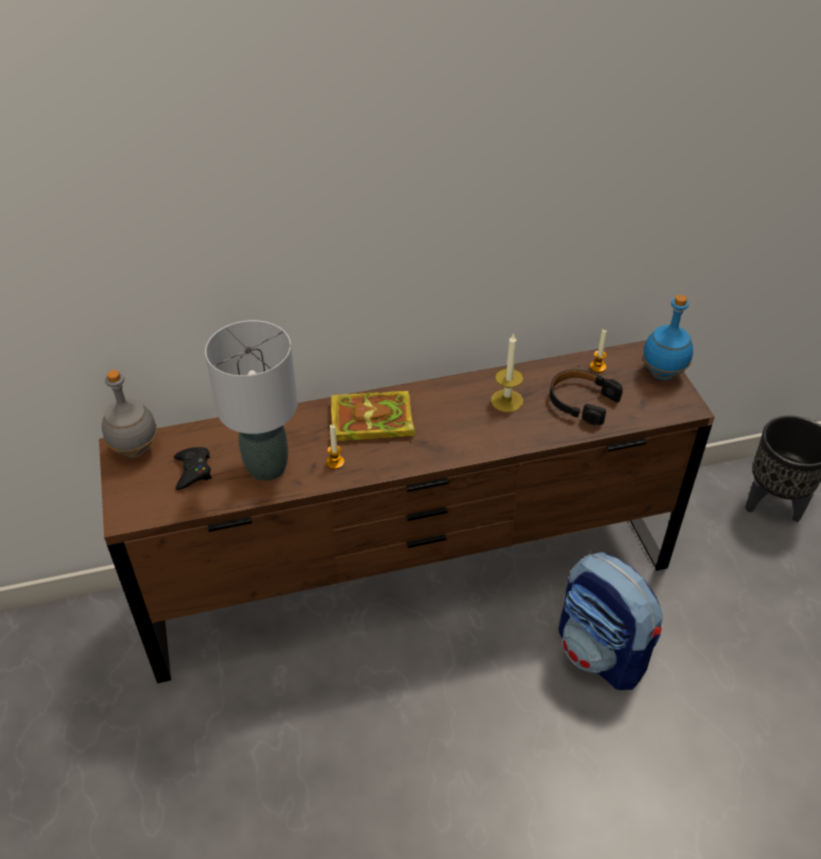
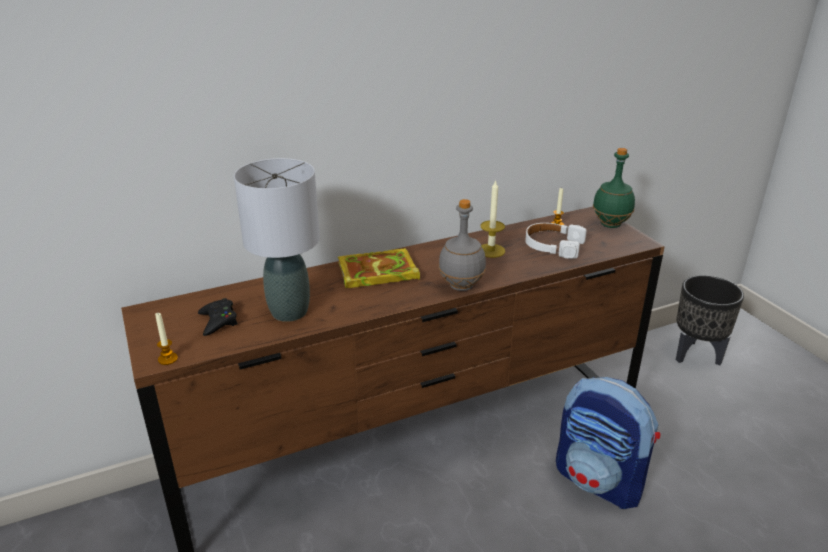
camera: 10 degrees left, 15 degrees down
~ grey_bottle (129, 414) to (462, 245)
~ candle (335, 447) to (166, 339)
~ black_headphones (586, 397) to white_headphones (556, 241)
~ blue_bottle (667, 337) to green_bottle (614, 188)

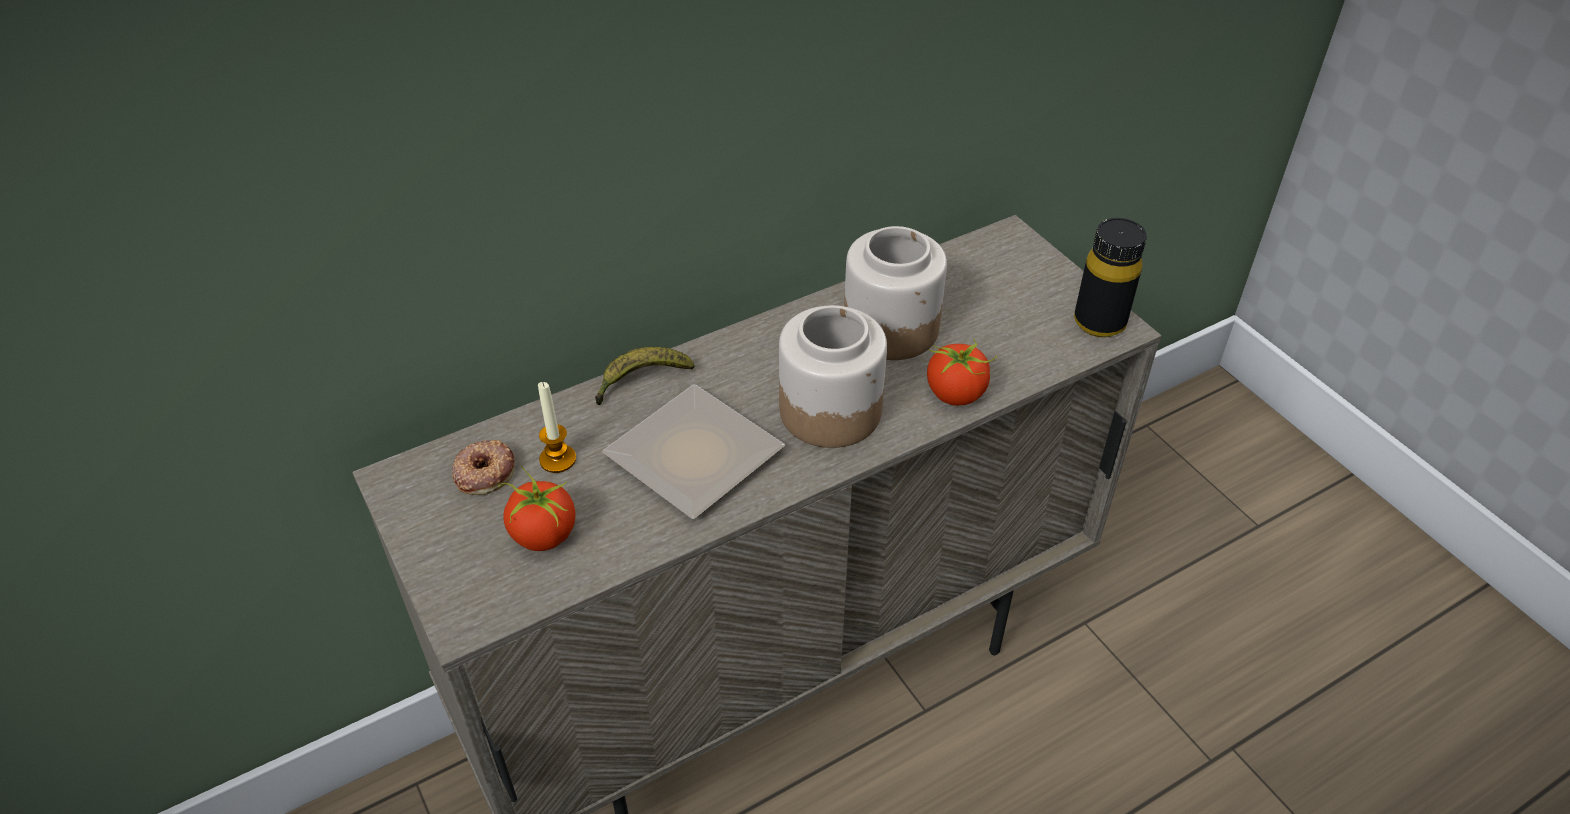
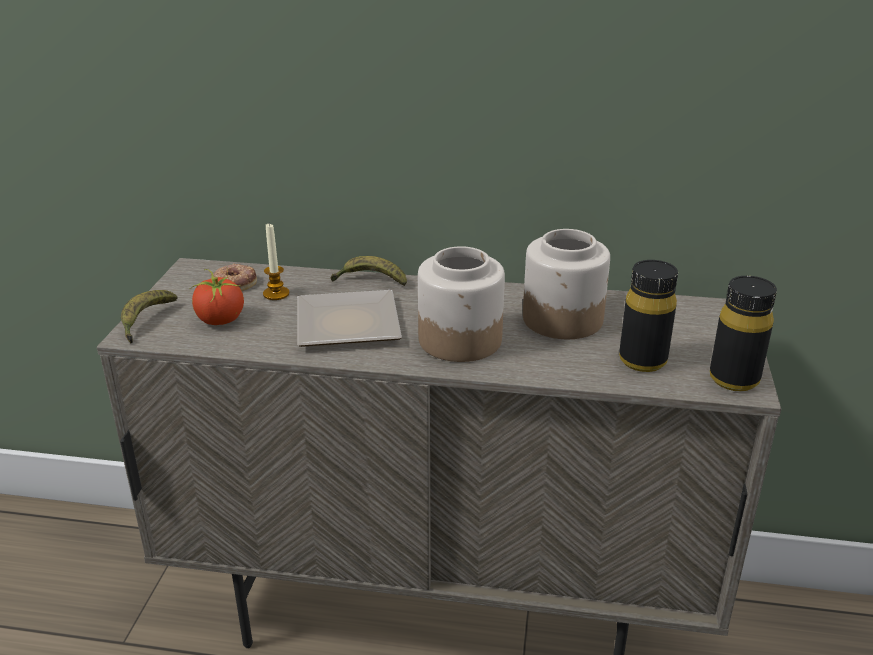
camera: 40 degrees right, 15 degrees down
- tomato (962, 372)
+ banana (149, 316)
+ black_bottle (648, 316)

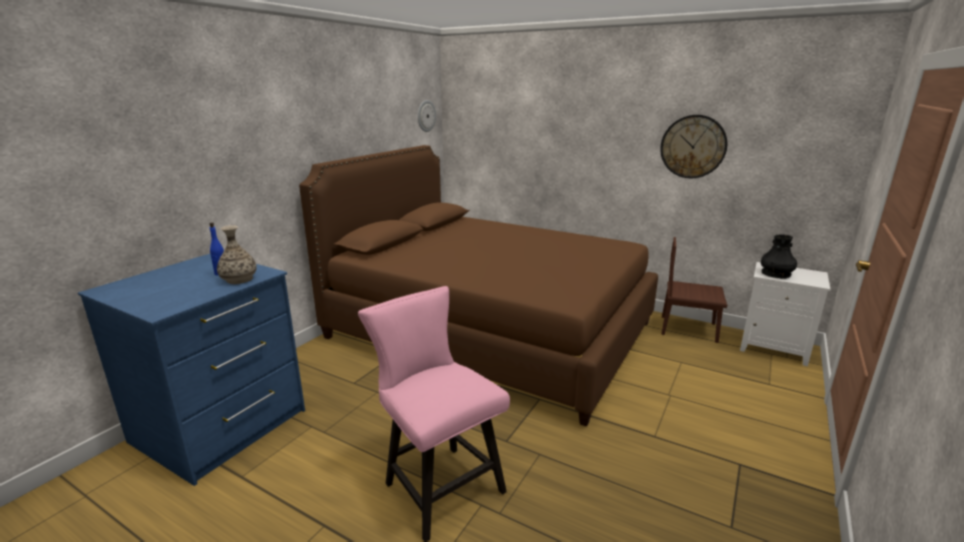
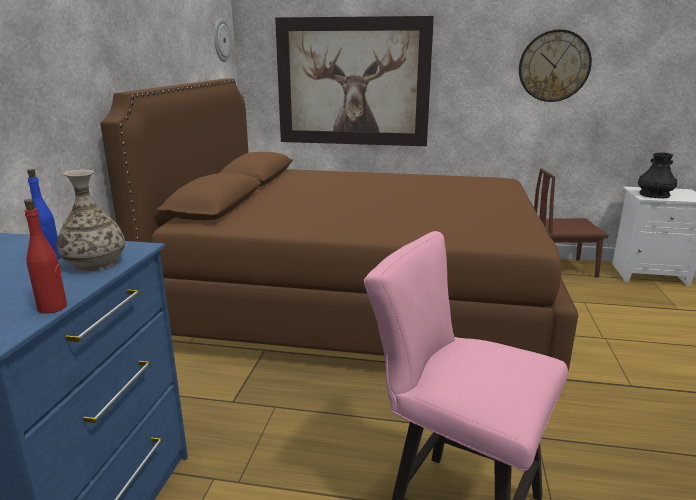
camera: 20 degrees left, 0 degrees up
+ red_bottle (45, 256)
+ picture (354, 81)

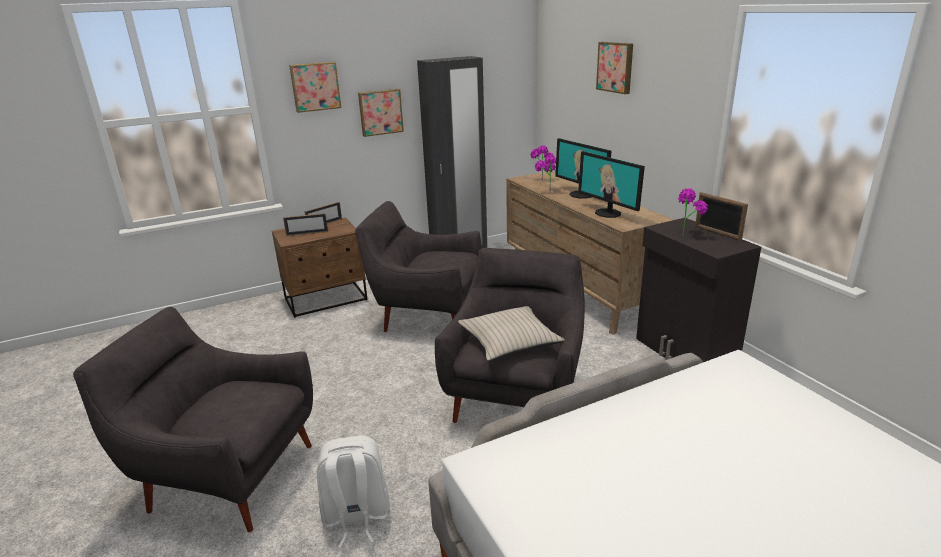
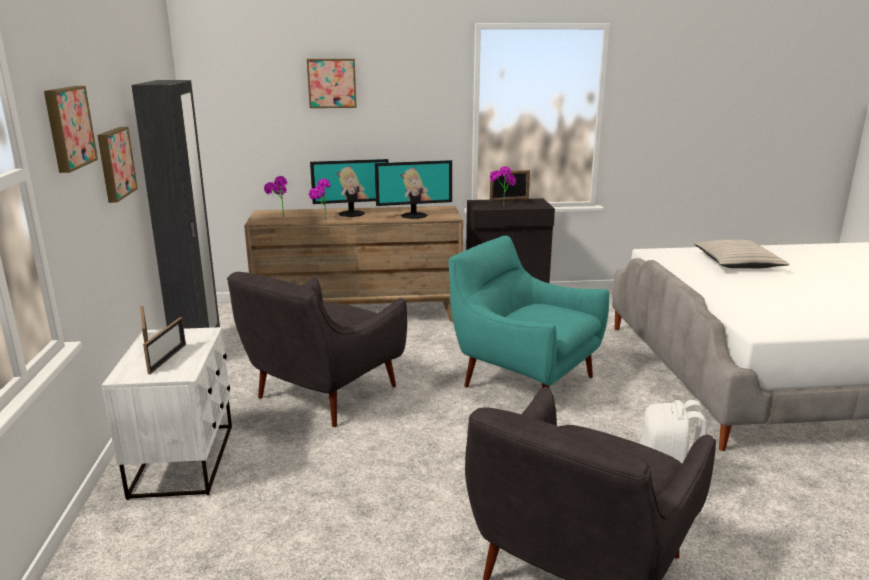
camera: 70 degrees left, 5 degrees down
~ beige_pillow (511, 333) to (742, 254)
~ brown_nightstand (319, 267) to white_nightstand (167, 413)
~ grey_armchair (510, 335) to turquoise_armchair (528, 312)

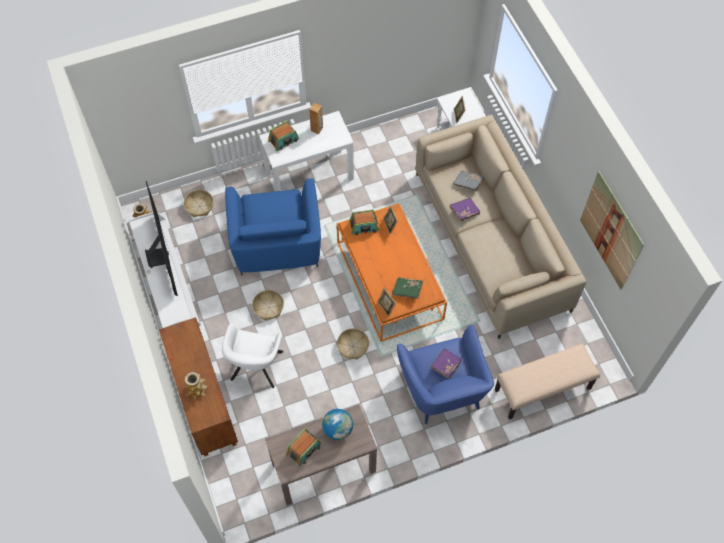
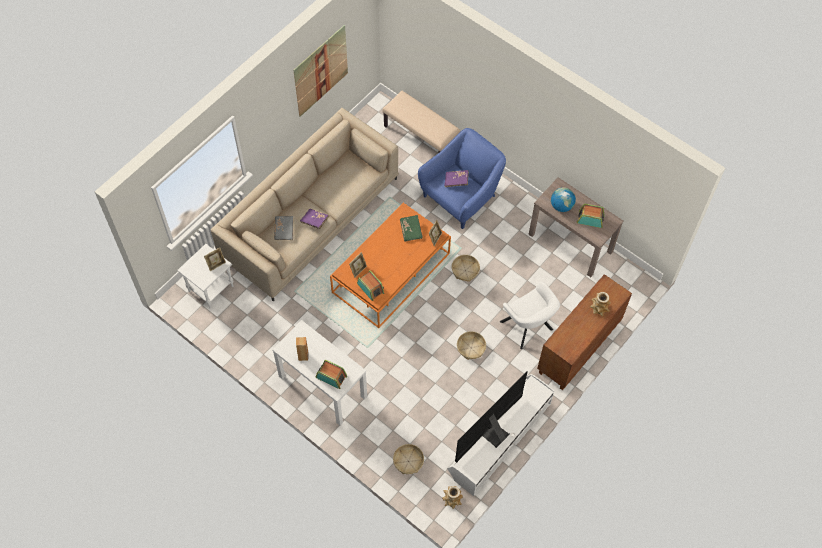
camera: 120 degrees left, 0 degrees up
- blue_armchair (273, 226)
~ white_armchair (252, 356) = (530, 315) 75 degrees clockwise

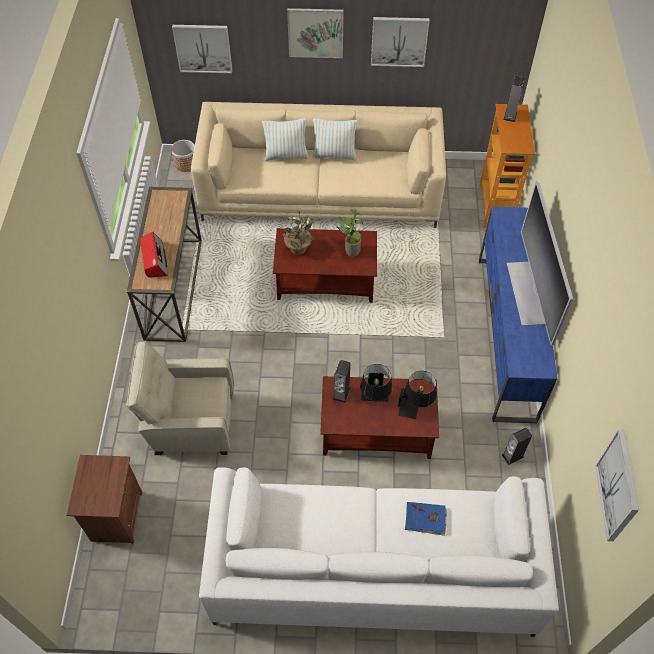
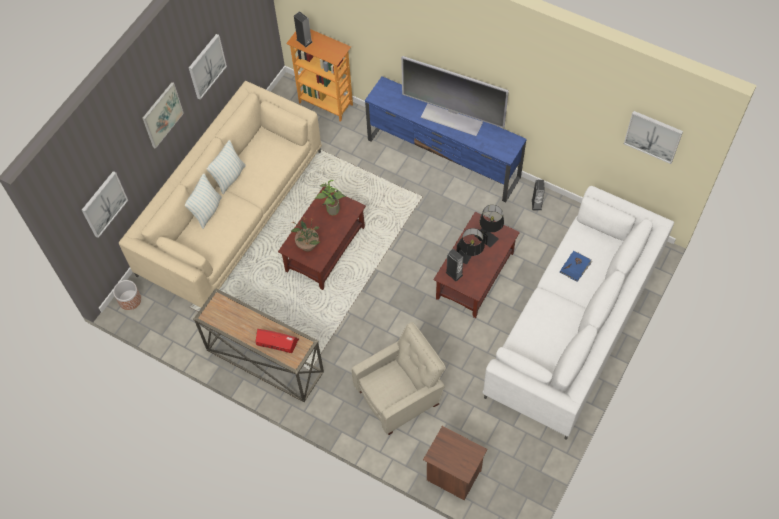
camera: 60 degrees left, 5 degrees up
~ beige_armchair (180, 398) = (399, 378) 150 degrees counterclockwise

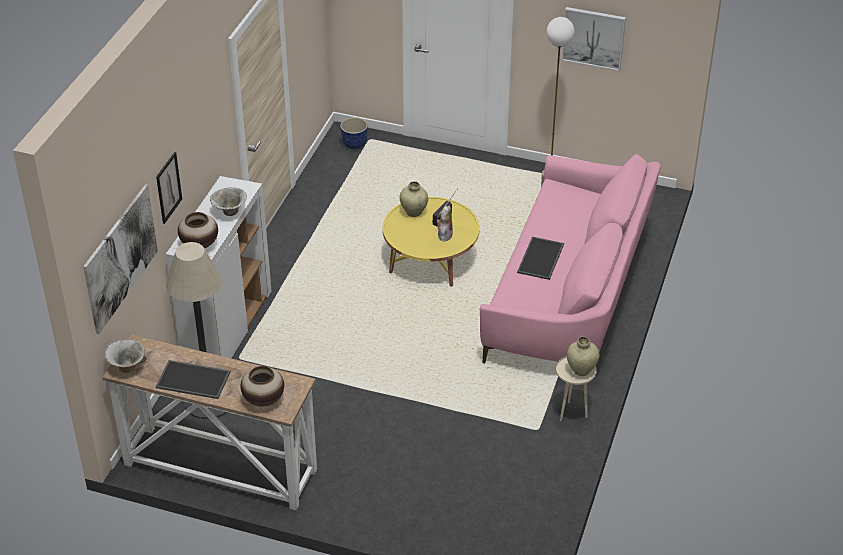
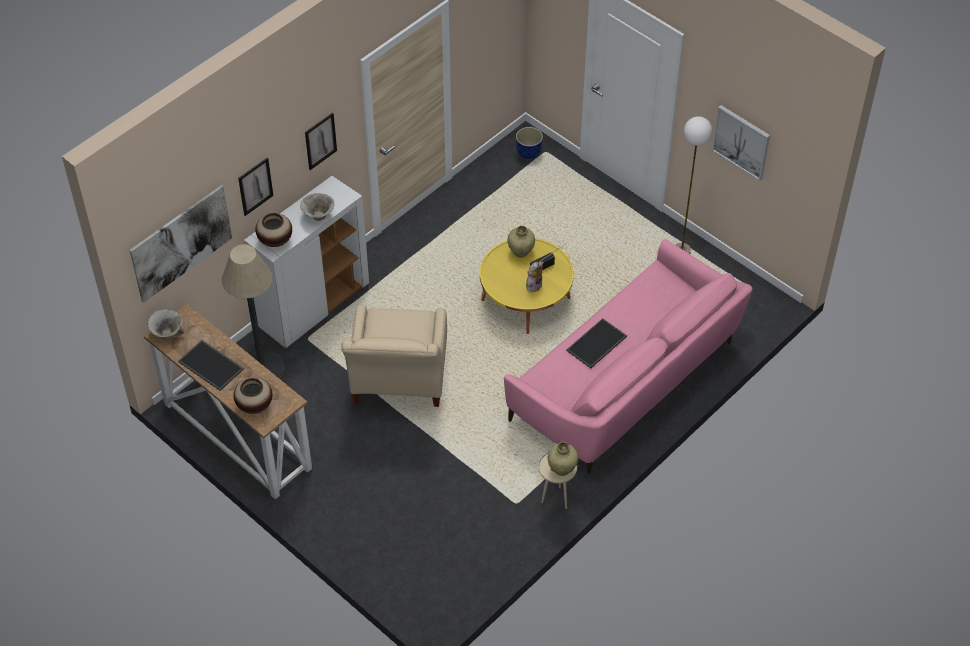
camera: 25 degrees right, 10 degrees up
+ picture (321, 141)
+ beige_armchair (394, 356)

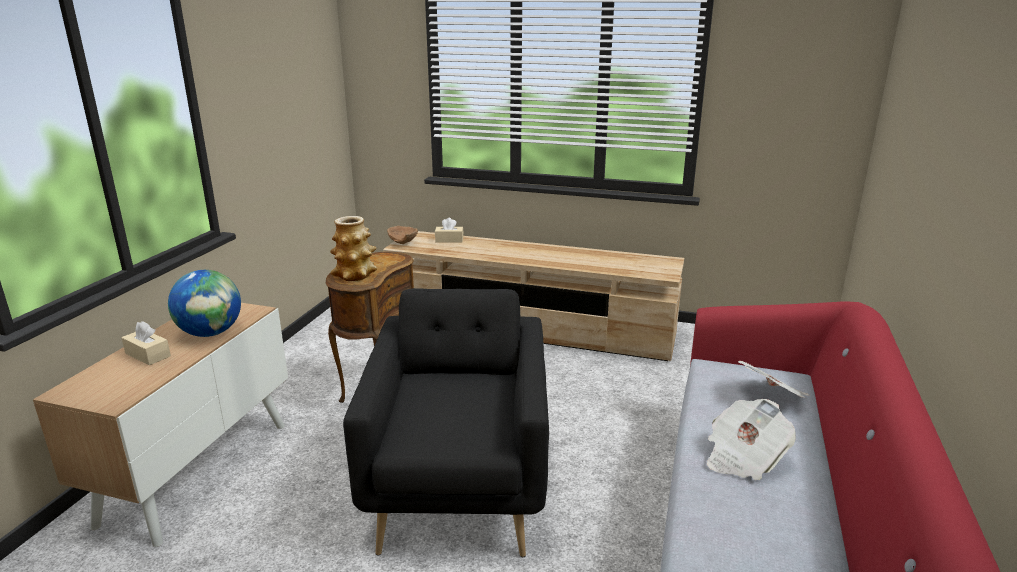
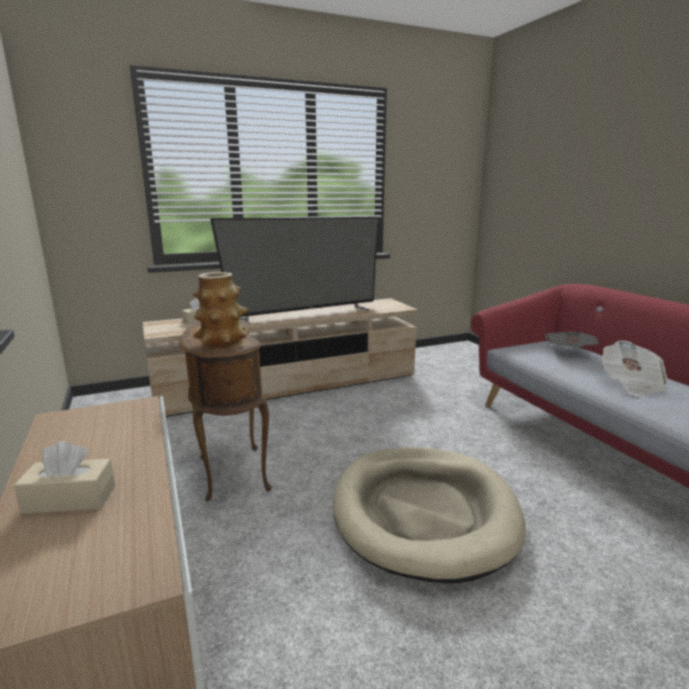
camera: 40 degrees left, 5 degrees down
- globe (204, 303)
- brown_bowl (402, 235)
+ television (295, 271)
~ black_armchair (446, 422) to beige_dog_bed (429, 515)

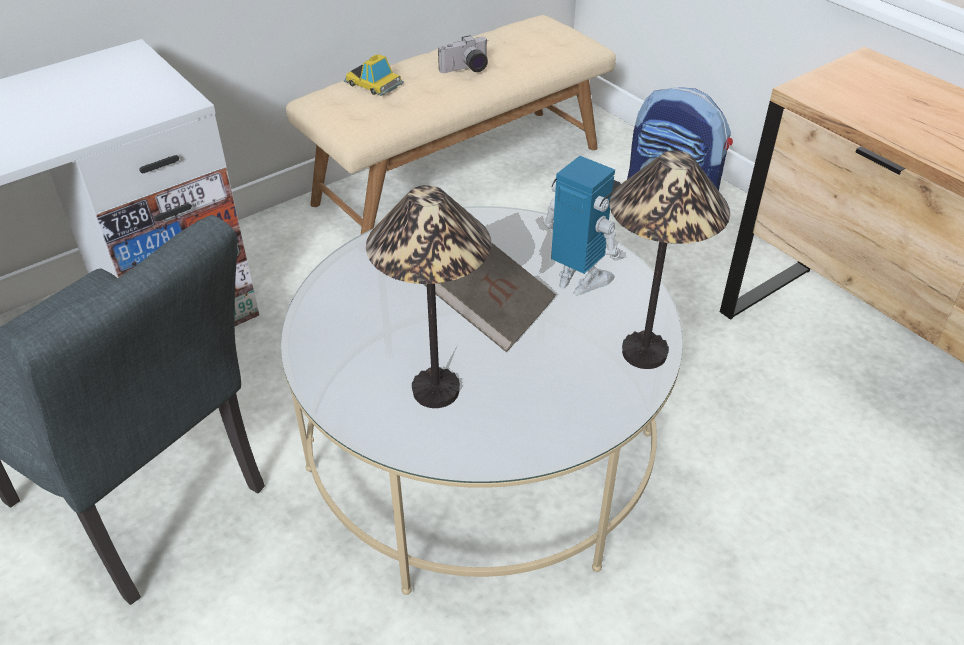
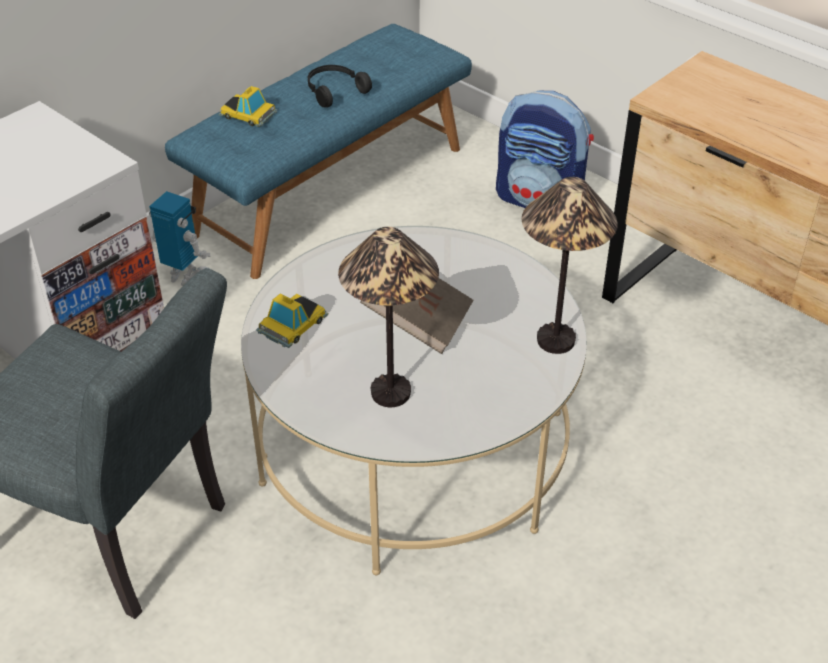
camera: 10 degrees left, 0 degrees up
+ toy_car (292, 320)
~ toy_robot (584, 225) to (179, 238)
~ photo_camera (463, 54) to black_headphones (340, 86)
~ beige_bench (451, 124) to blue_bench (318, 151)

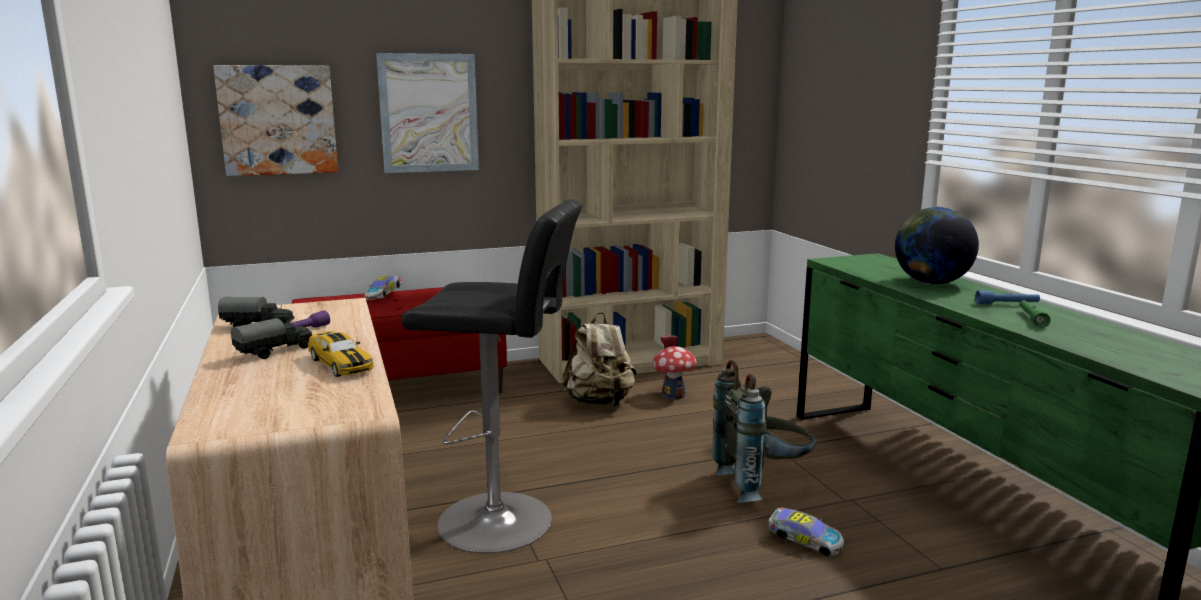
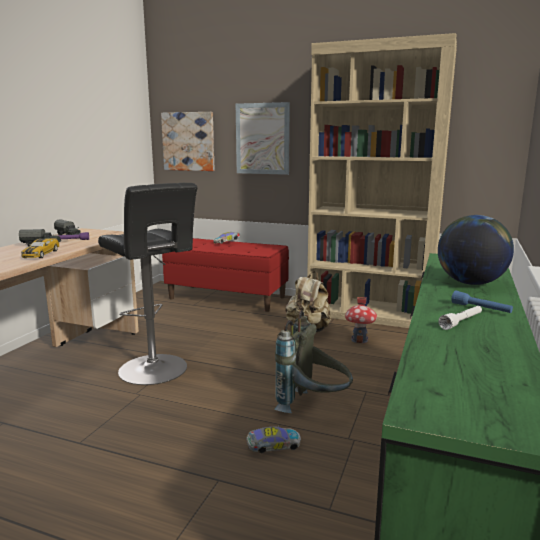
camera: 40 degrees right, 0 degrees up
~ green_flashlight (1035, 314) to white_flashlight (460, 318)
~ toy_car (806, 531) = (273, 439) 90 degrees counterclockwise

